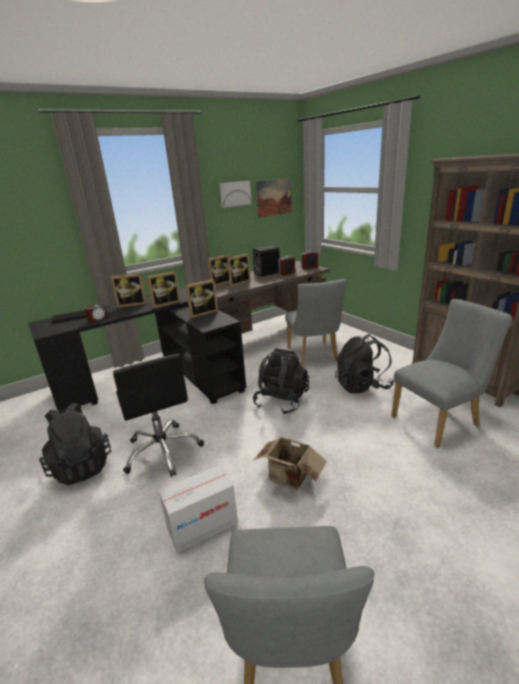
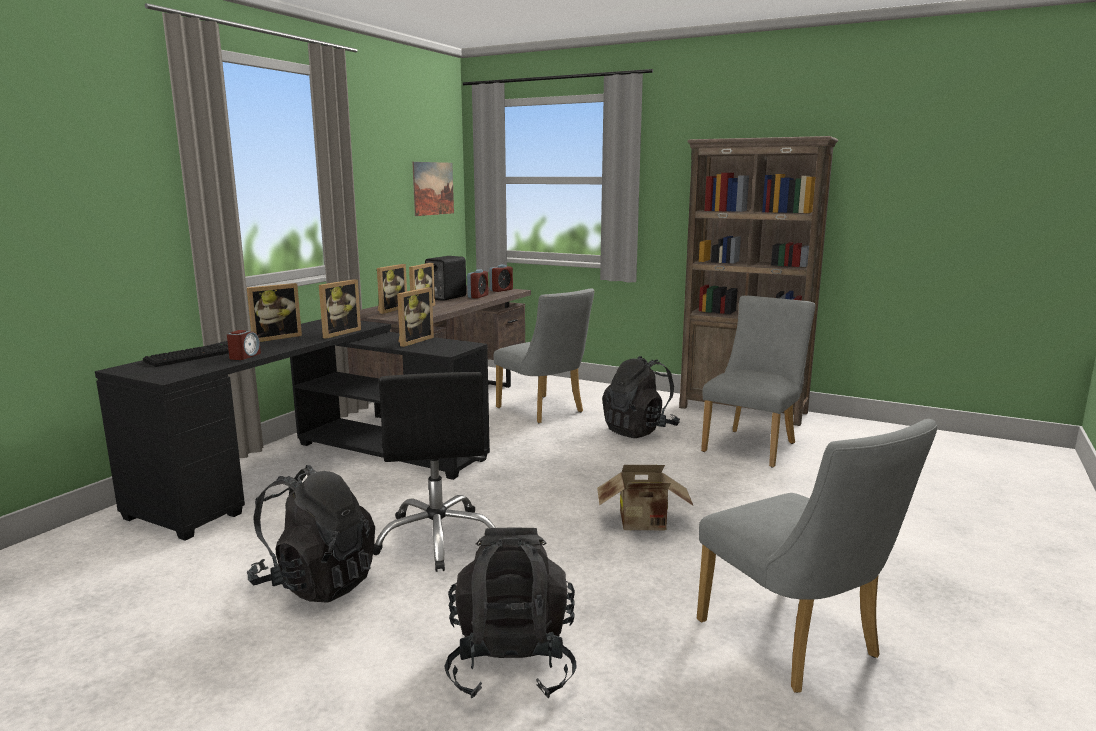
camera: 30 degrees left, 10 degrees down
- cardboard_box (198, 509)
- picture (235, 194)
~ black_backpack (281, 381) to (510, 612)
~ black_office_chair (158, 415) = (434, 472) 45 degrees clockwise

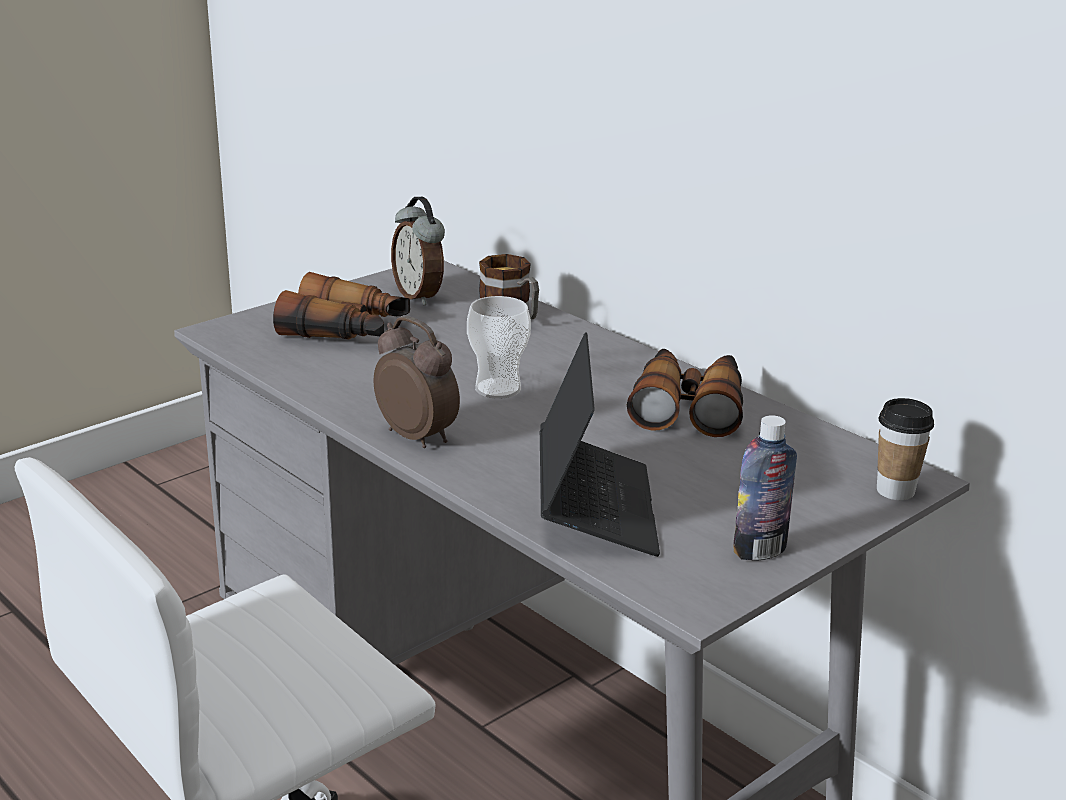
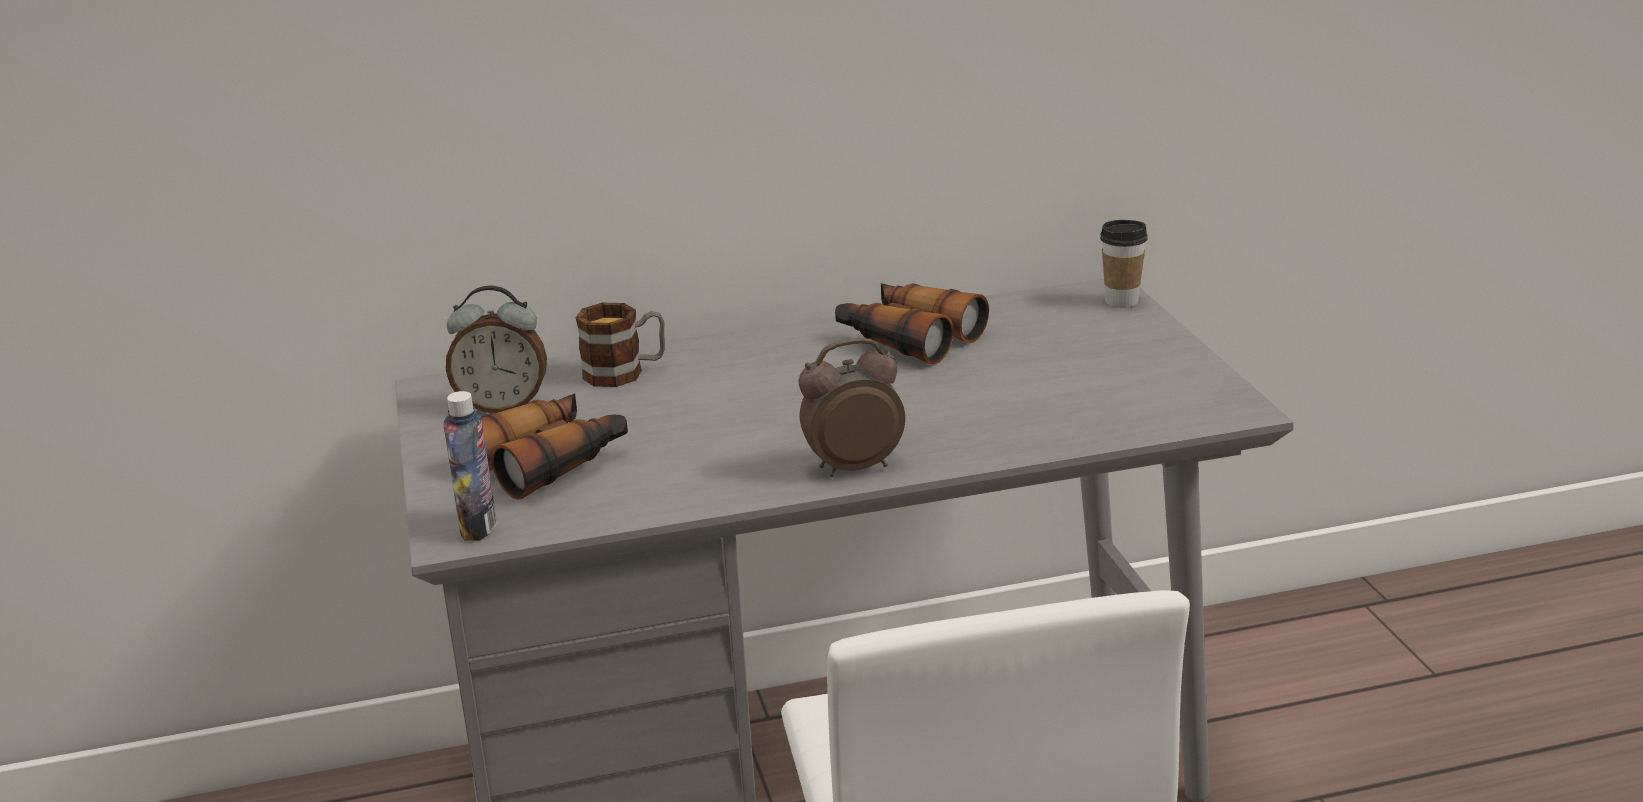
camera: 60 degrees left, 0 degrees up
- cup (499, 347)
- laptop (600, 444)
~ bottle (765, 488) to (470, 466)

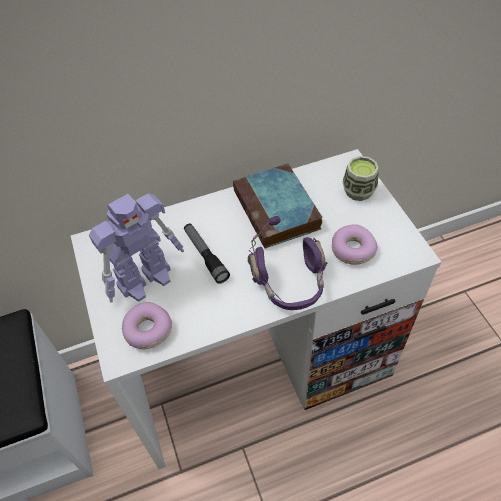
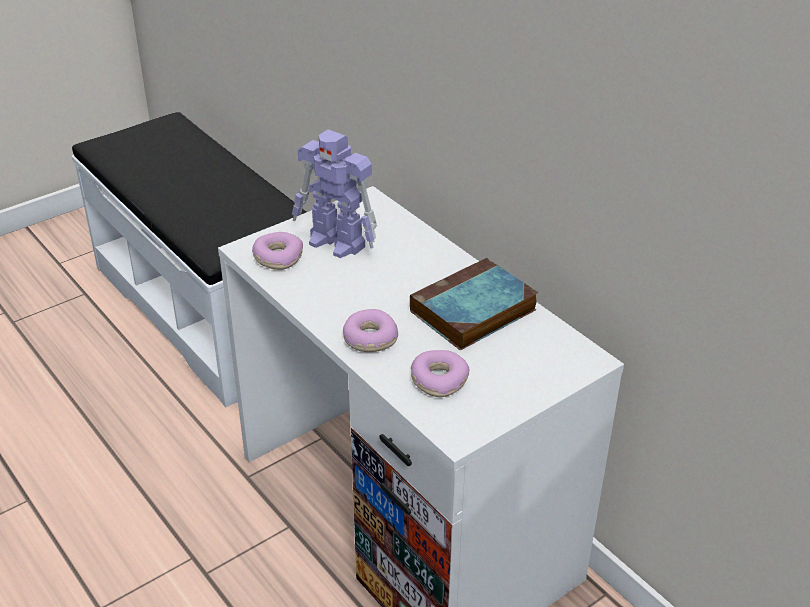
camera: 70 degrees right, 15 degrees down
- flashlight (207, 254)
- cup (361, 178)
~ purple_headphones (287, 263) to donut (370, 330)

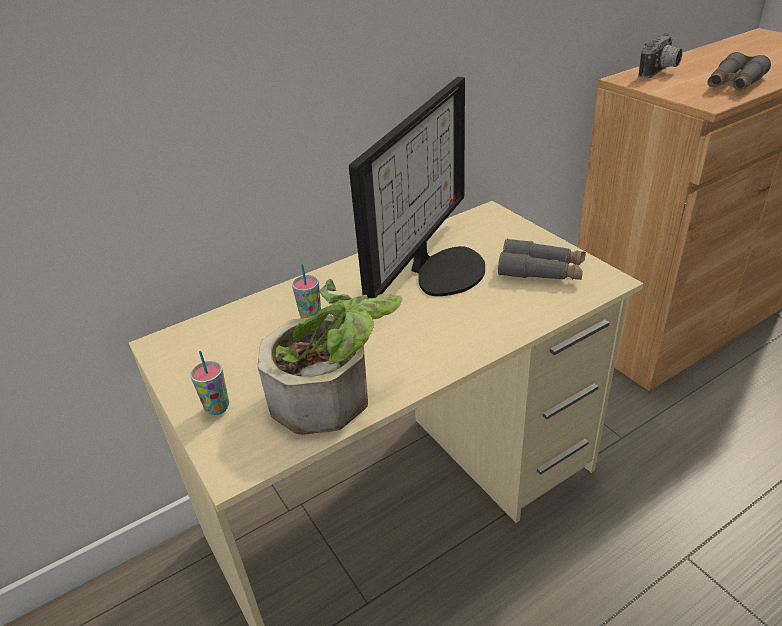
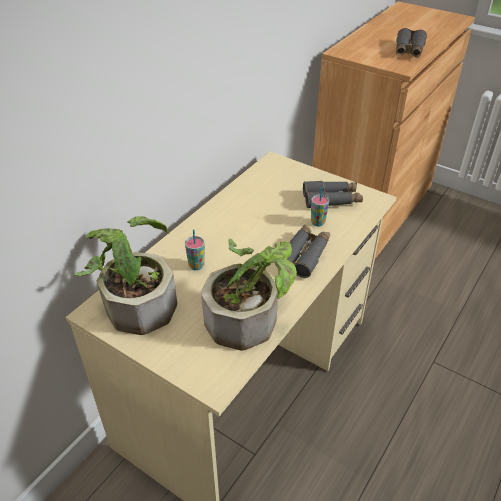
camera: 25 degrees left, 5 degrees up
- monitor (417, 187)
- photo_camera (660, 56)
+ potted_plant (125, 275)
+ grey_binoculars (302, 251)
~ cup (209, 383) to (320, 207)

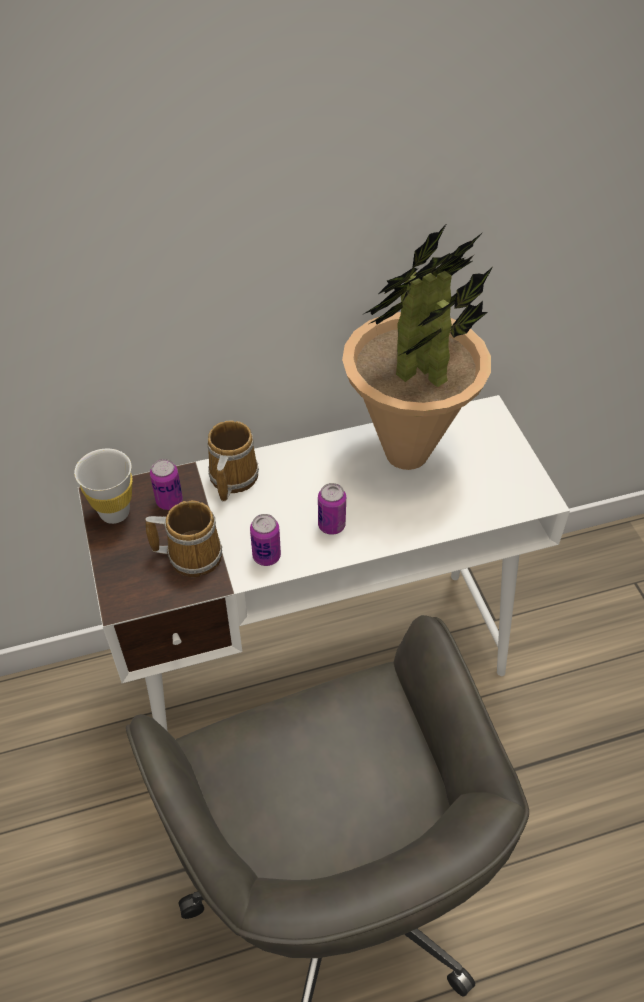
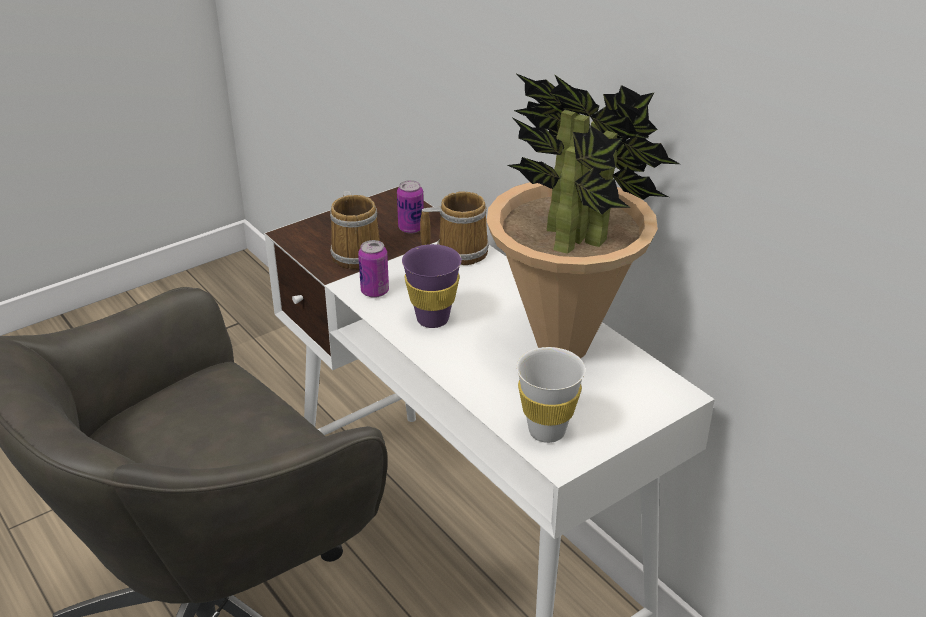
camera: 70 degrees right, 15 degrees down
~ white_cup (103, 486) to (551, 395)
~ can (332, 509) to purple_cup (432, 286)

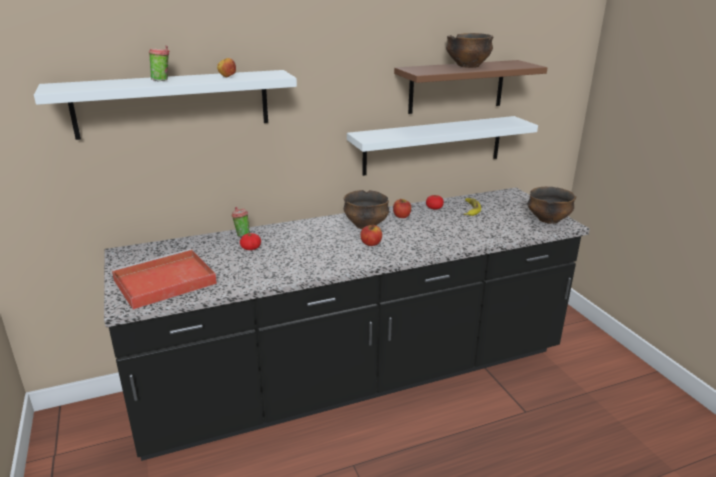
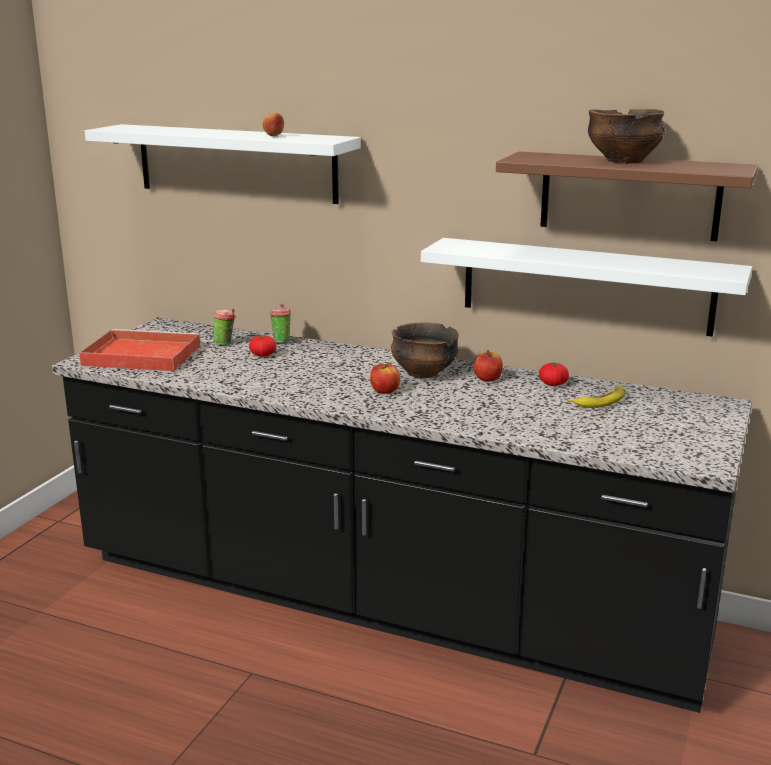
camera: 45 degrees right, 5 degrees down
- bowl (551, 205)
~ cup (159, 64) to (224, 327)

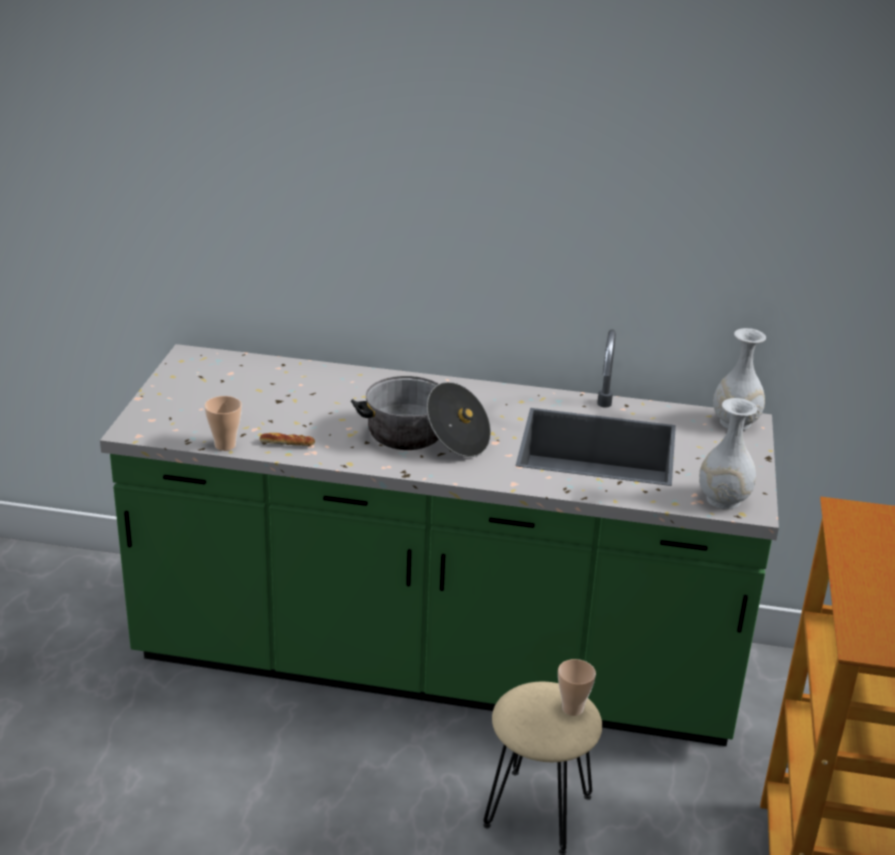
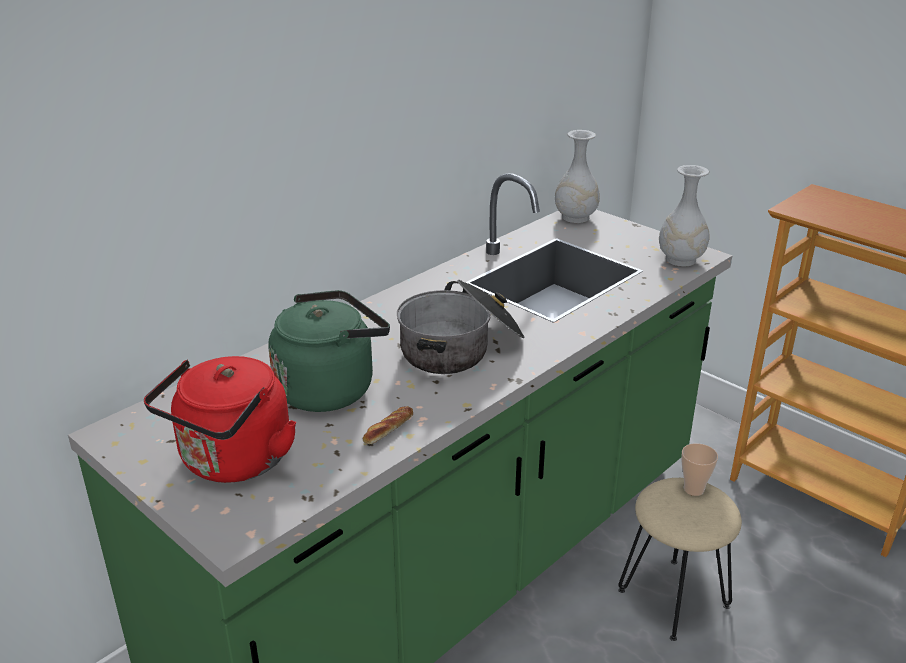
camera: 55 degrees left, 0 degrees up
- cup (223, 423)
+ red_kettle (220, 419)
+ green_kettle (329, 351)

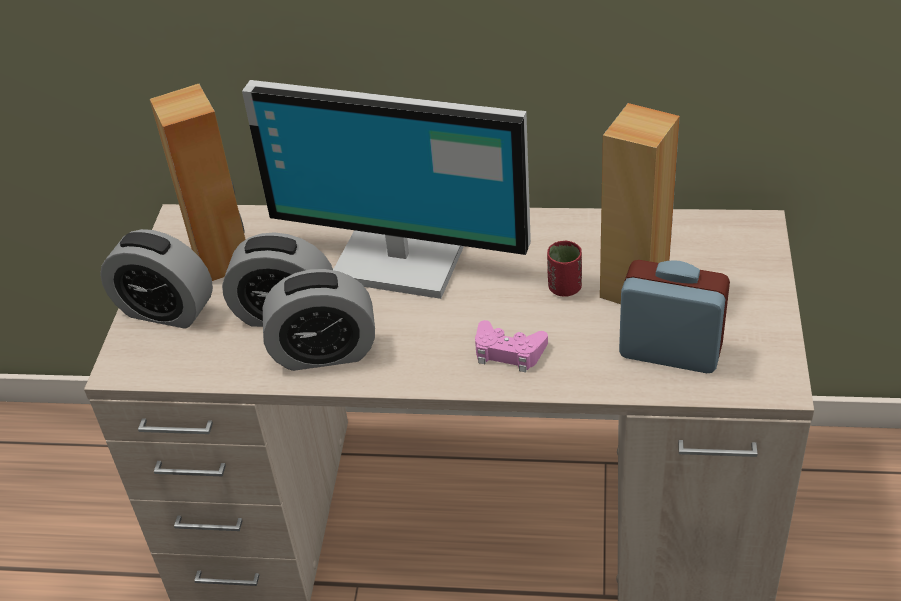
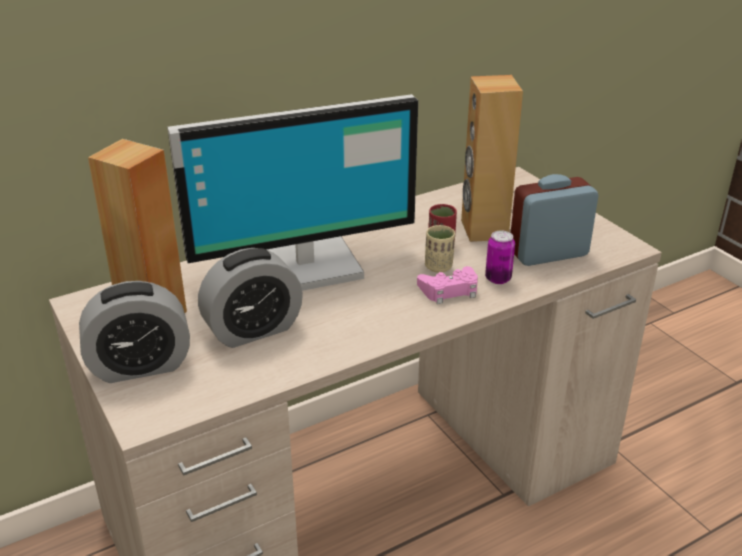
camera: 40 degrees left, 10 degrees down
- alarm_clock (319, 320)
+ beige_cup (440, 249)
+ can (500, 257)

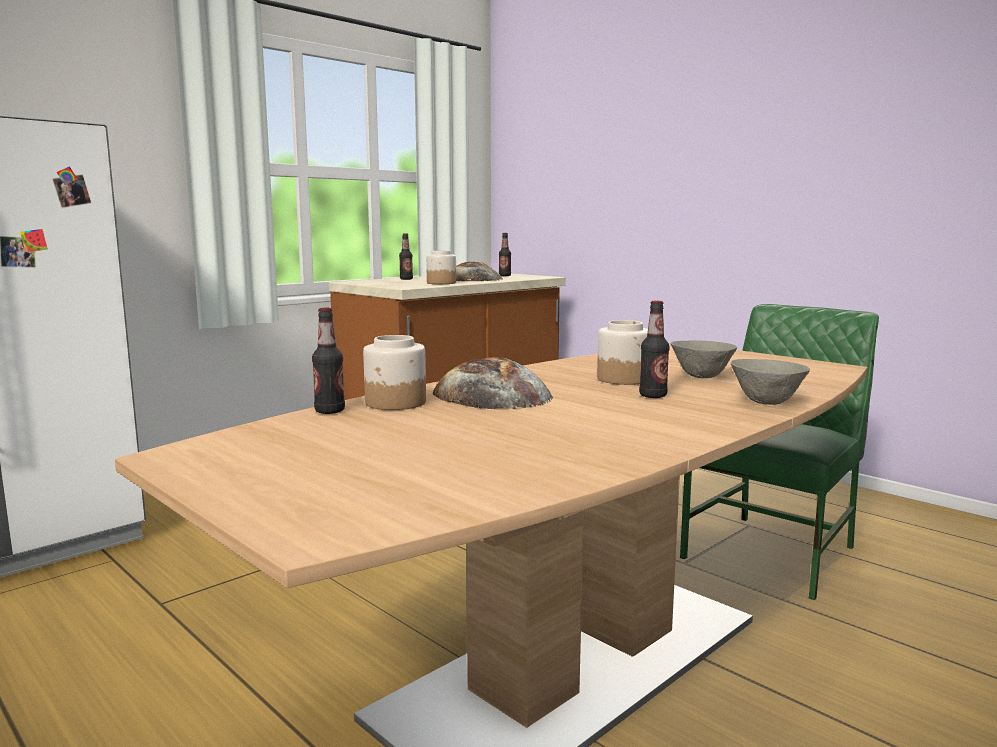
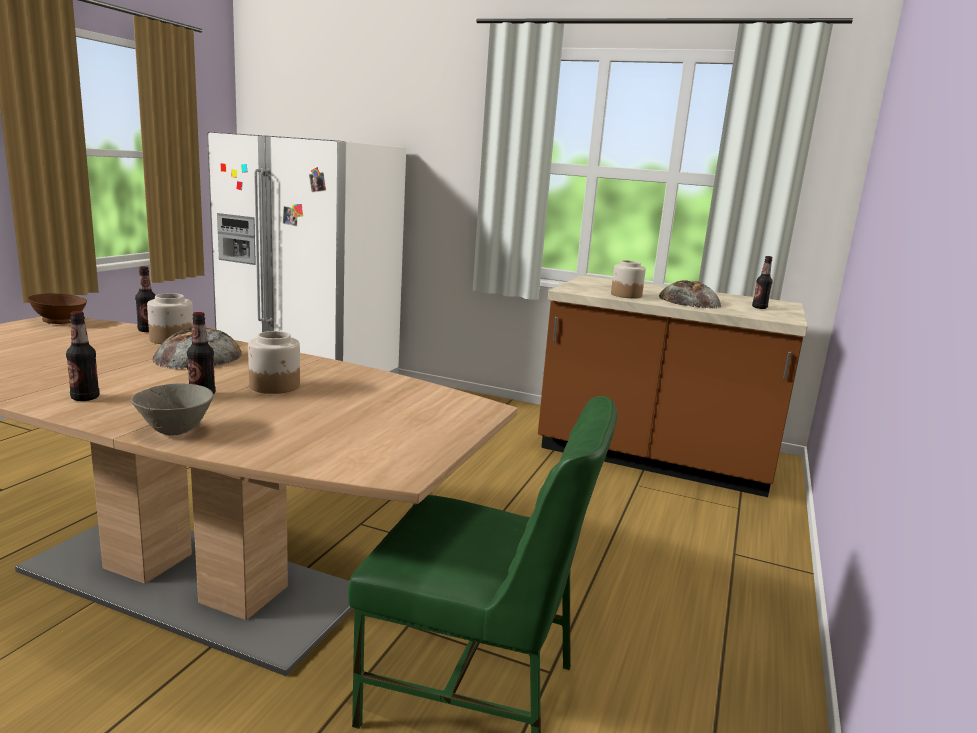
camera: 65 degrees right, 5 degrees up
- grey_bowl (704, 359)
+ brown_bowl (57, 308)
~ bottle (406, 256) to (82, 356)

